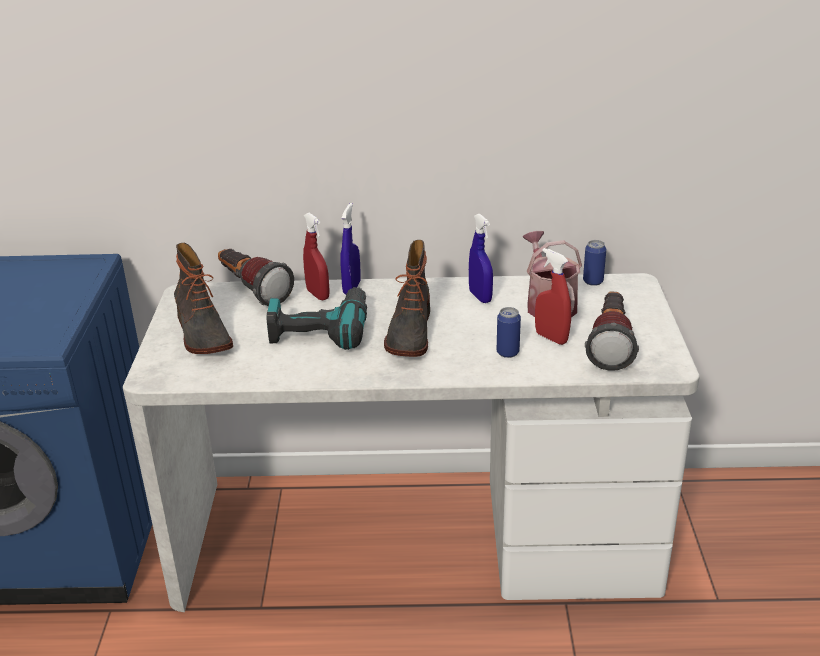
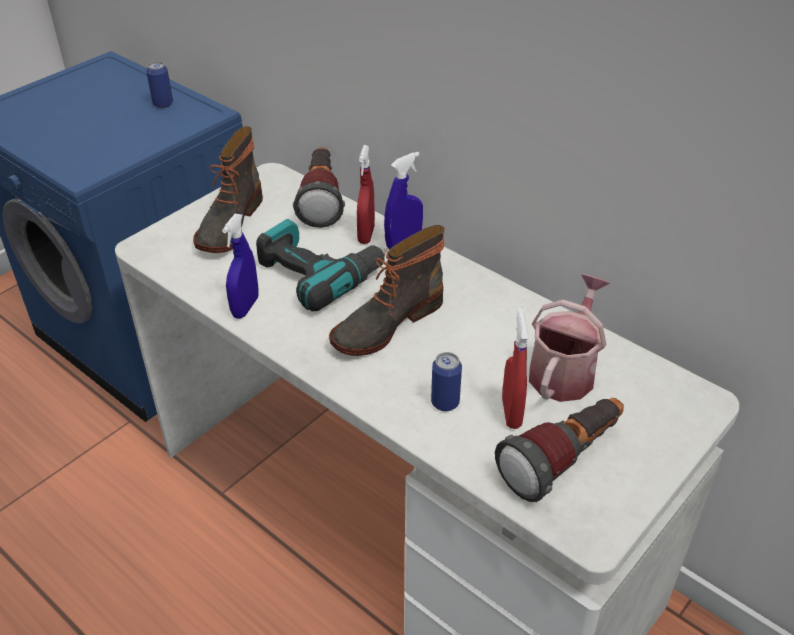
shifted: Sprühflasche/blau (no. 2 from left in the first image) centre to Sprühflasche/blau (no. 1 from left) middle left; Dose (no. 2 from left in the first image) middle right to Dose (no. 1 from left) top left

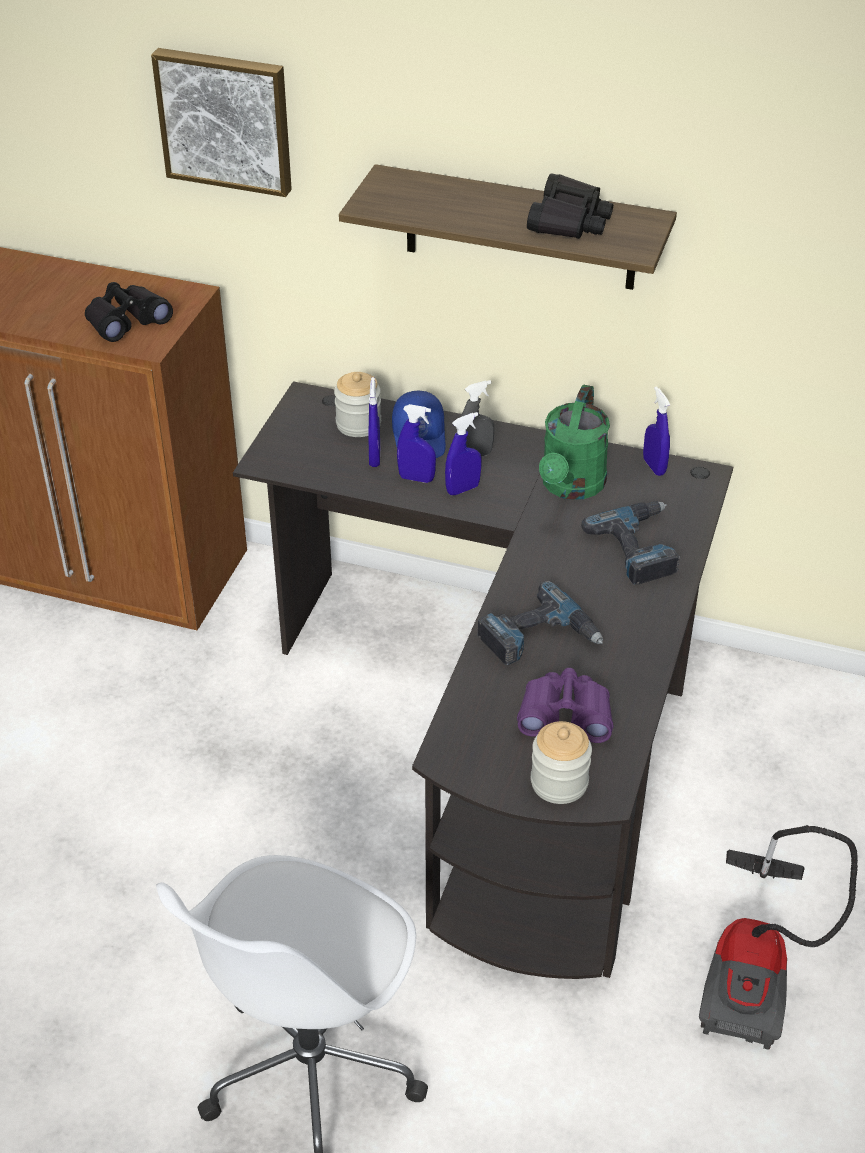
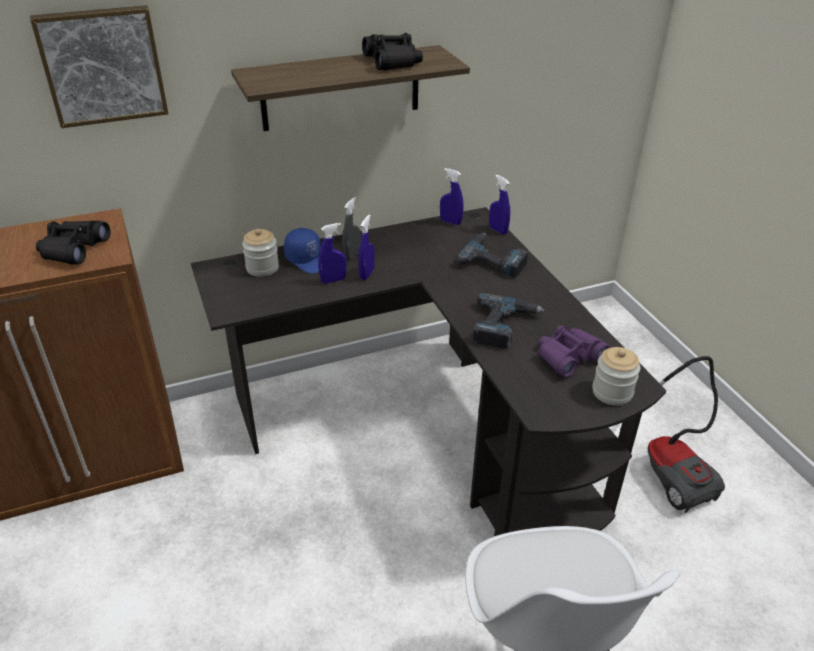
gone: Gießkanne/grün centre
shifted: Sprühflasche/blau (no. 1 from left in the first image) centre to Sprühflasche/blau (no. 4 from left) top centre

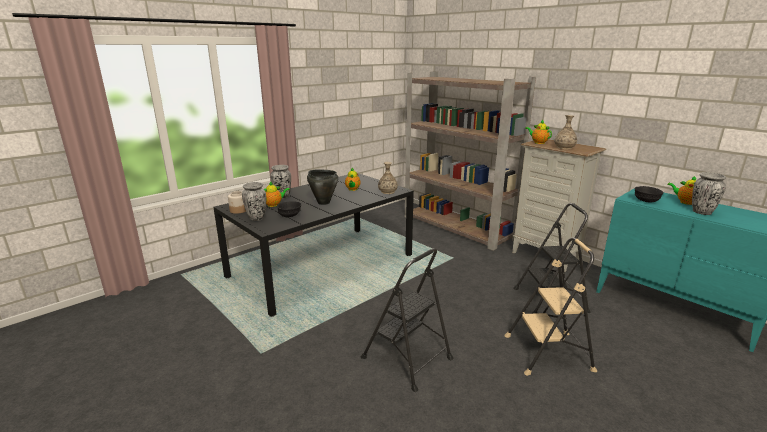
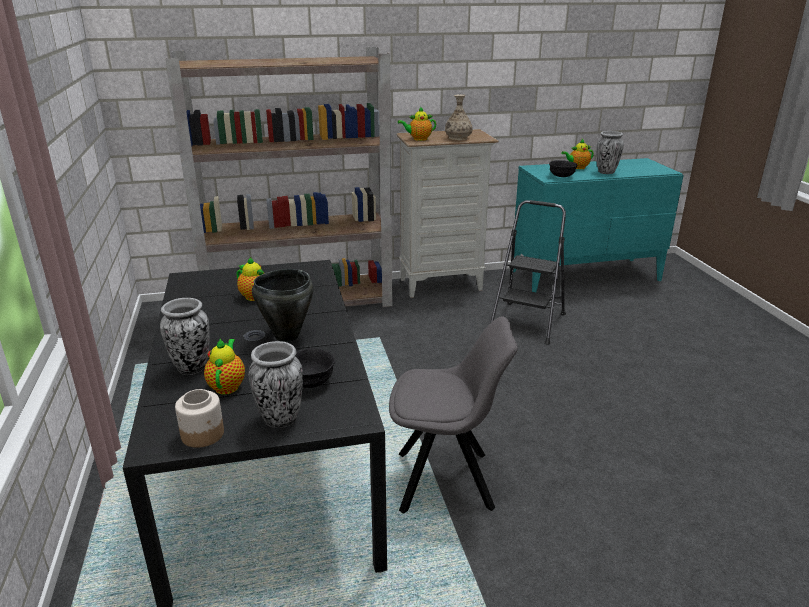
gone: Trittleiter/schwarz (no. 1 from left) bottom centre; Vase (no. 3 from left) centre; Trittleiter/beige bottom right
new: Stuhl/grau bottom centre

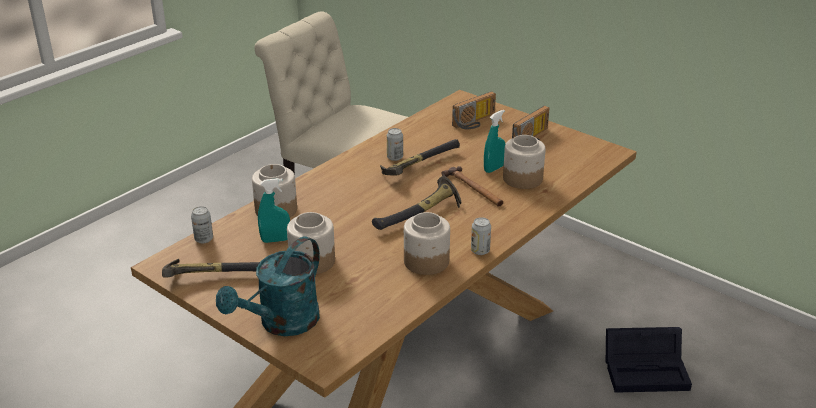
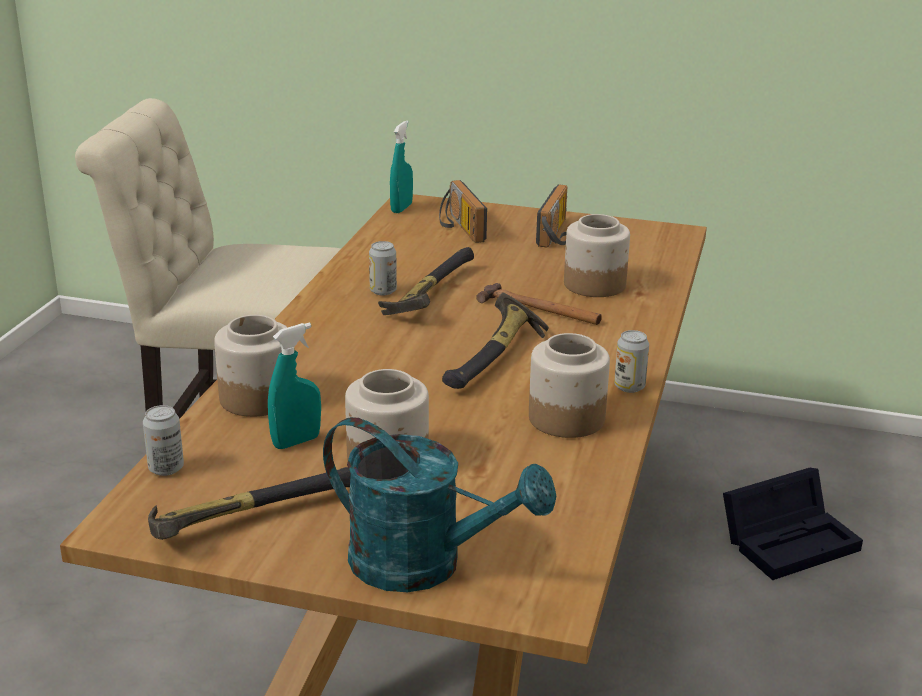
shifted: Sprühflasche/türkis (no. 2 from left) centre to top centre
rotated: Gießkanne/türkis bottom left = bottom centre 75 degrees counterclockwise; Radio (no. 1 from left) top centre = top centre 135 degrees clockwise

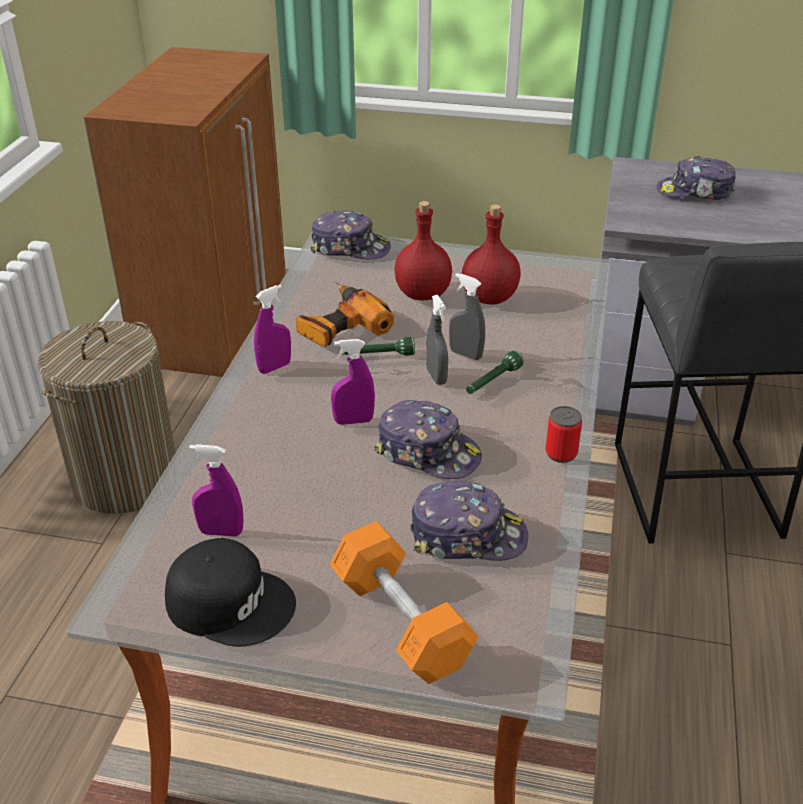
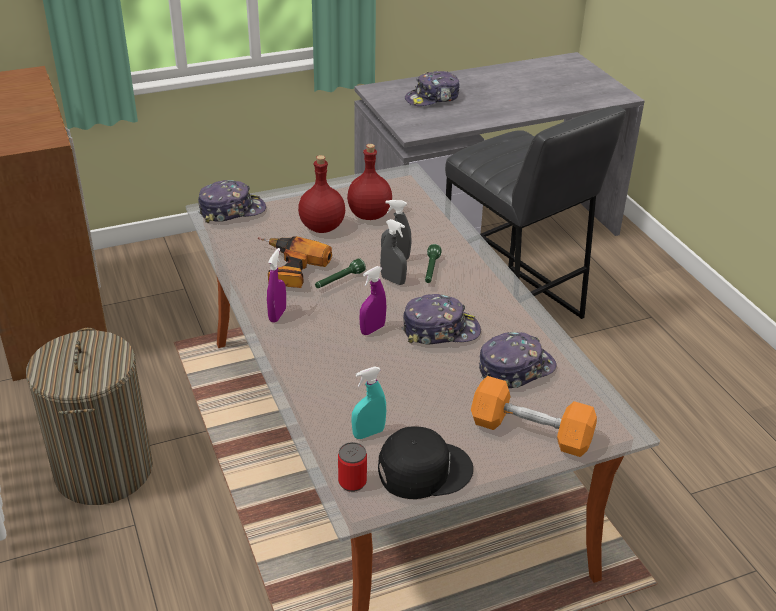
shifted: Dose middle right to bottom centre
repainted: Sprühflasche/lila (no. 1 from left) middle left to Sprühflasche/türkis centre

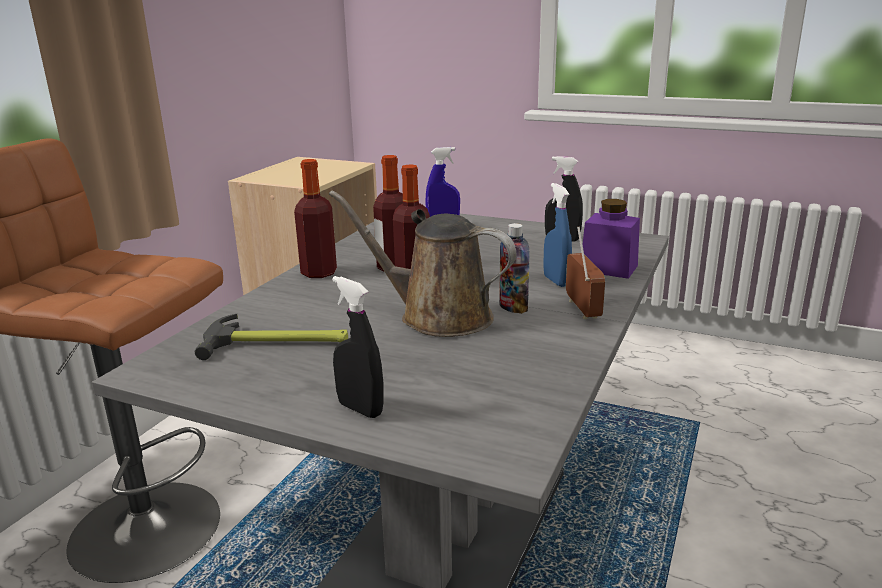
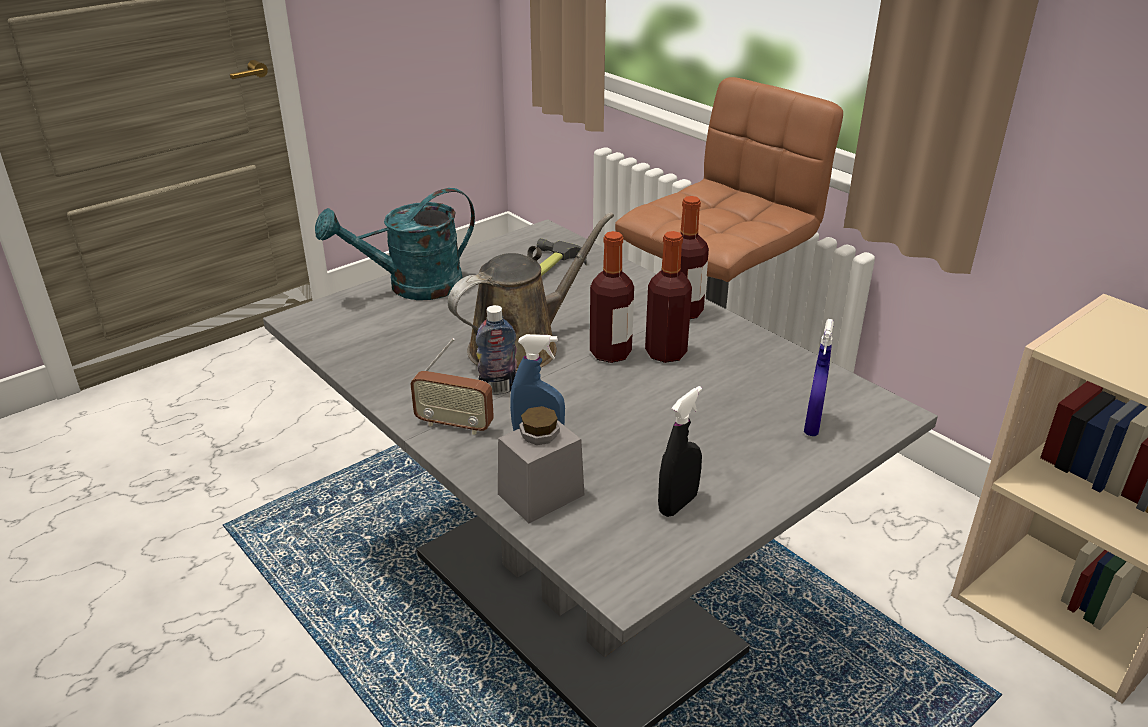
swapped: Sprühflasche/schwarz (no. 1 from left) centre to Gießkanne/türkis centre
repainted: Vorratsglas/lila middle right to Vorratsglas/grau centre

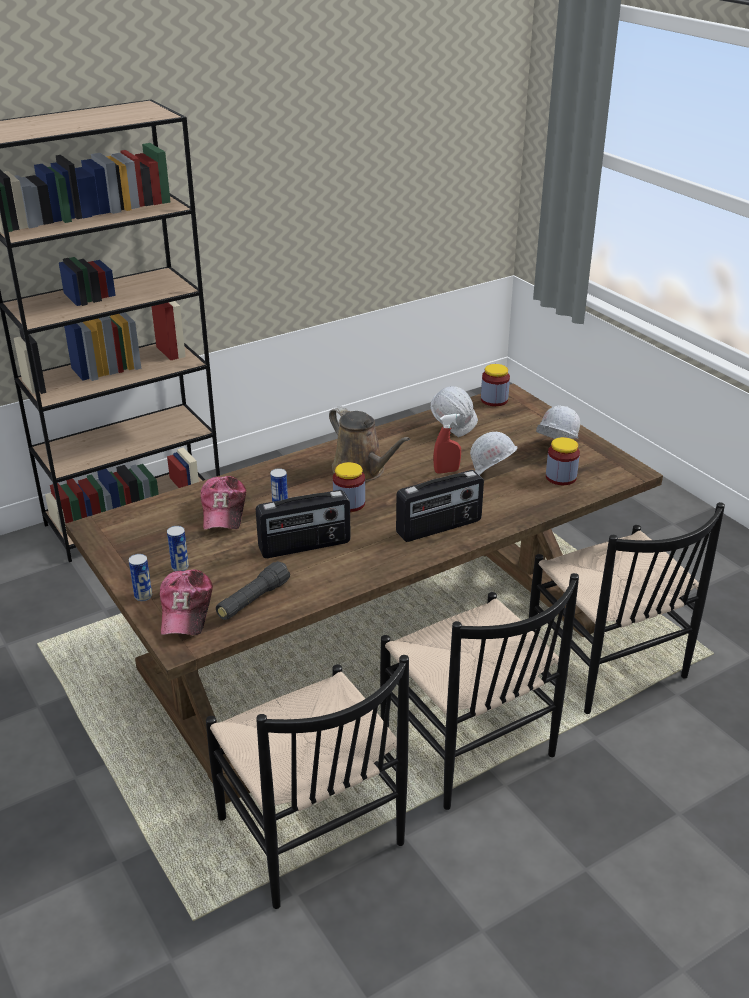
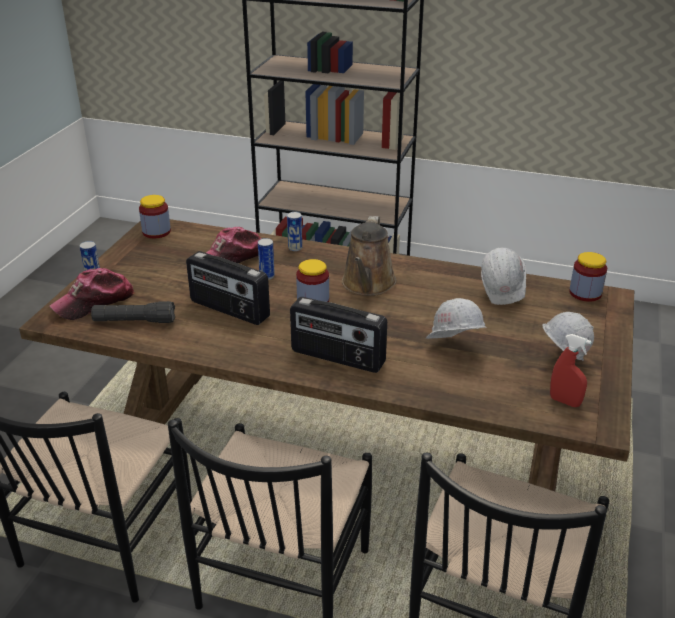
shifted: Dose (no. 2 from left in the first image) middle left to Dose (no. 3 from left) centre; Sprühflasche/rot centre to middle right; Vorratsglas (no. 3 from left in the first image) middle right to Vorratsglas (no. 1 from left) middle left

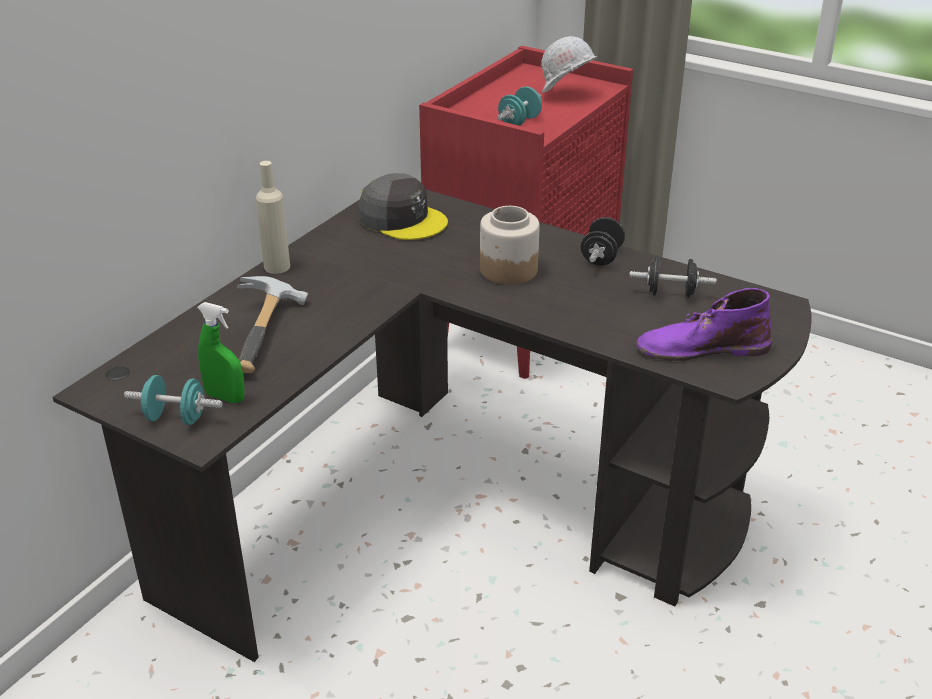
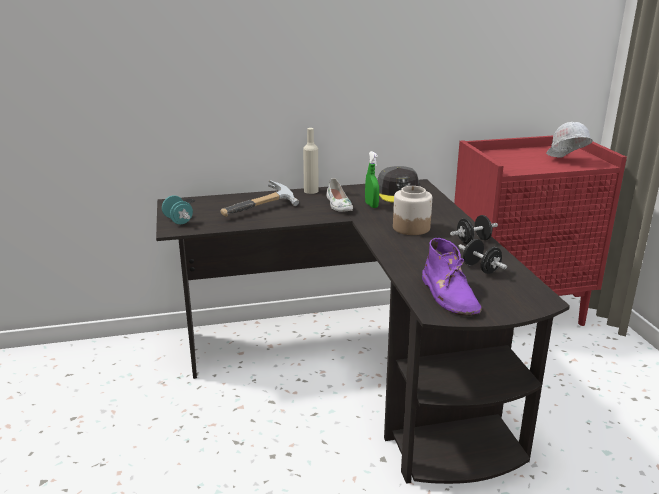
gone: Hantel/türkis (no. 2 from left) top centre
new: Schuh/weiß centre
shifted: Sprühflasche/grün middle left to centre
rotated: Stiefel/lila middle right = middle right 150 degrees counterclockwise

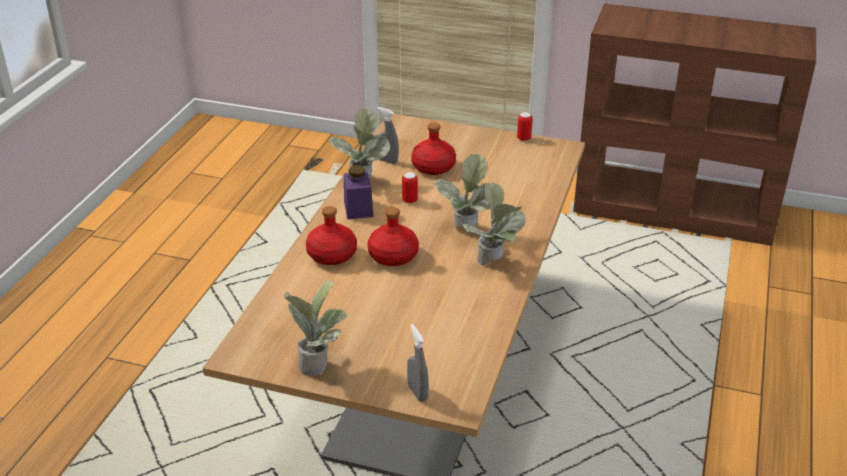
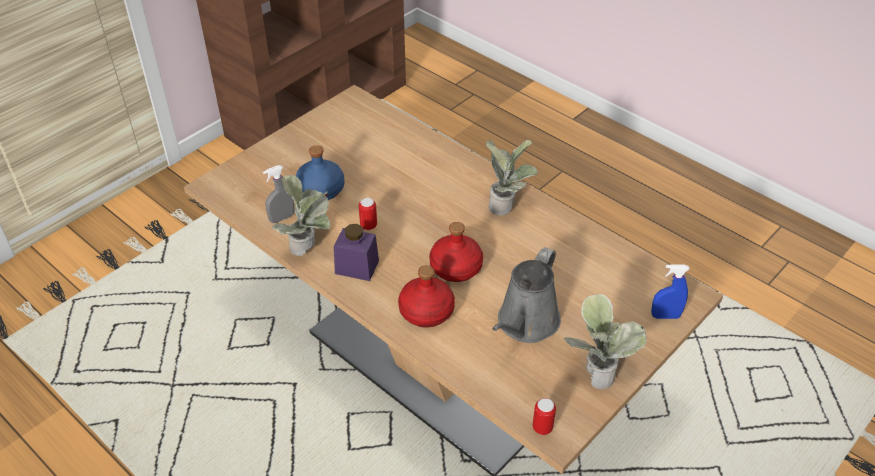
gone: Topfpflanze (no. 3 from left) centre
new: Gießkanne/grau centre
shifted: Dose (no. 2 from left) top centre to bottom centre
repainted: Sprühflasche/grau (no. 2 from left) bottom centre to Sprühflasche/blau middle right; Flasche/rot (no. 3 from left) top centre to Flasche/blau centre

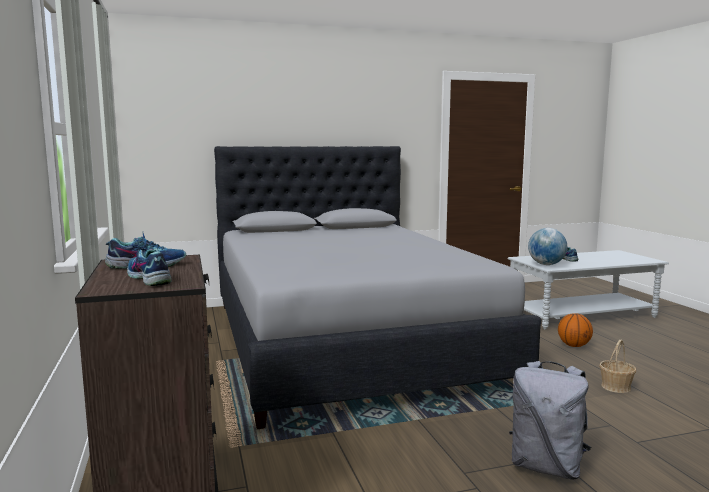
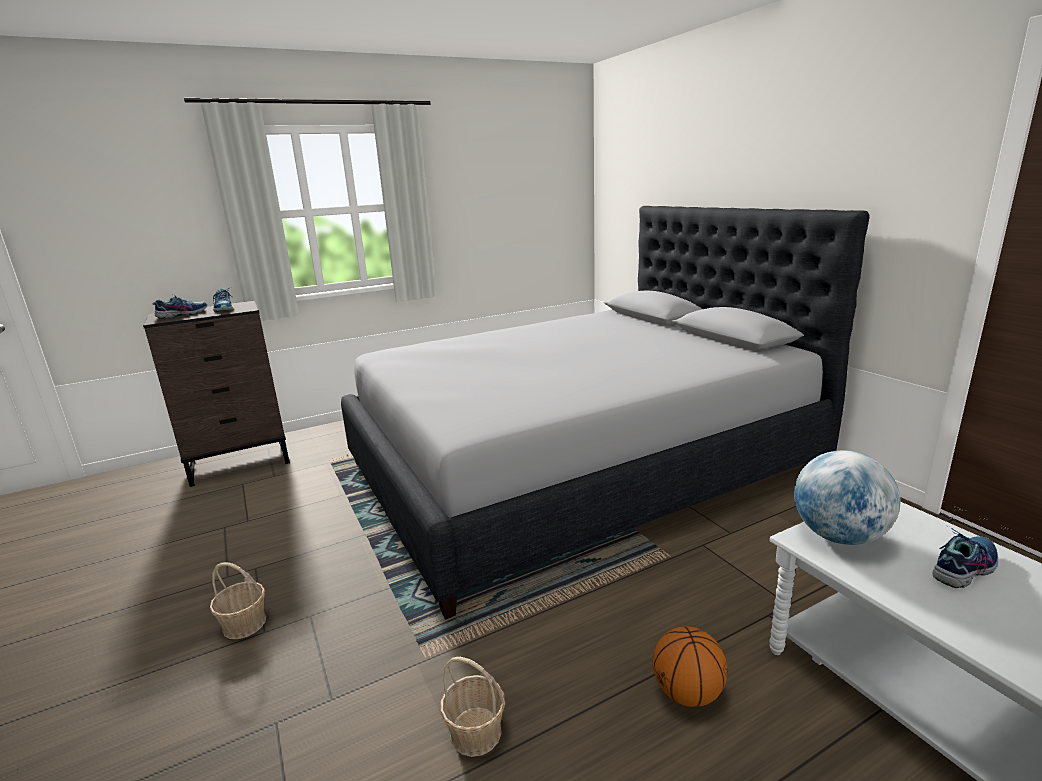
swapped: Rucksack/grau bottom right to Korb (no. 1 from left) bottom left

